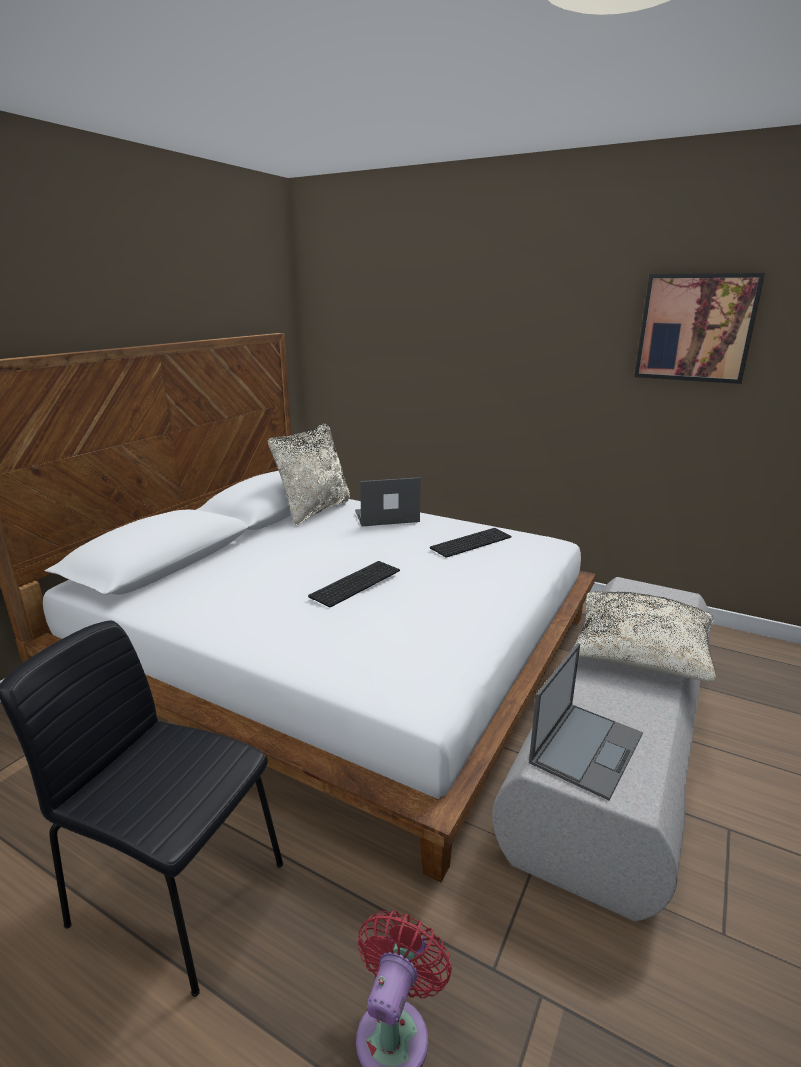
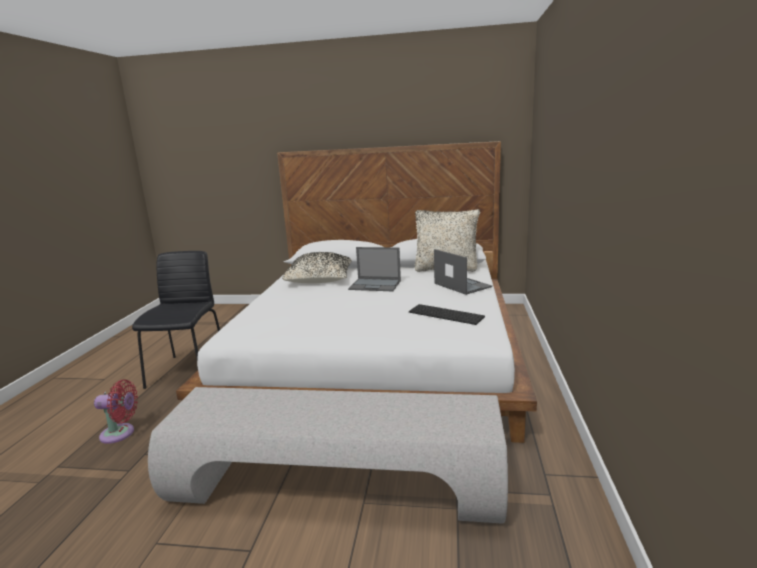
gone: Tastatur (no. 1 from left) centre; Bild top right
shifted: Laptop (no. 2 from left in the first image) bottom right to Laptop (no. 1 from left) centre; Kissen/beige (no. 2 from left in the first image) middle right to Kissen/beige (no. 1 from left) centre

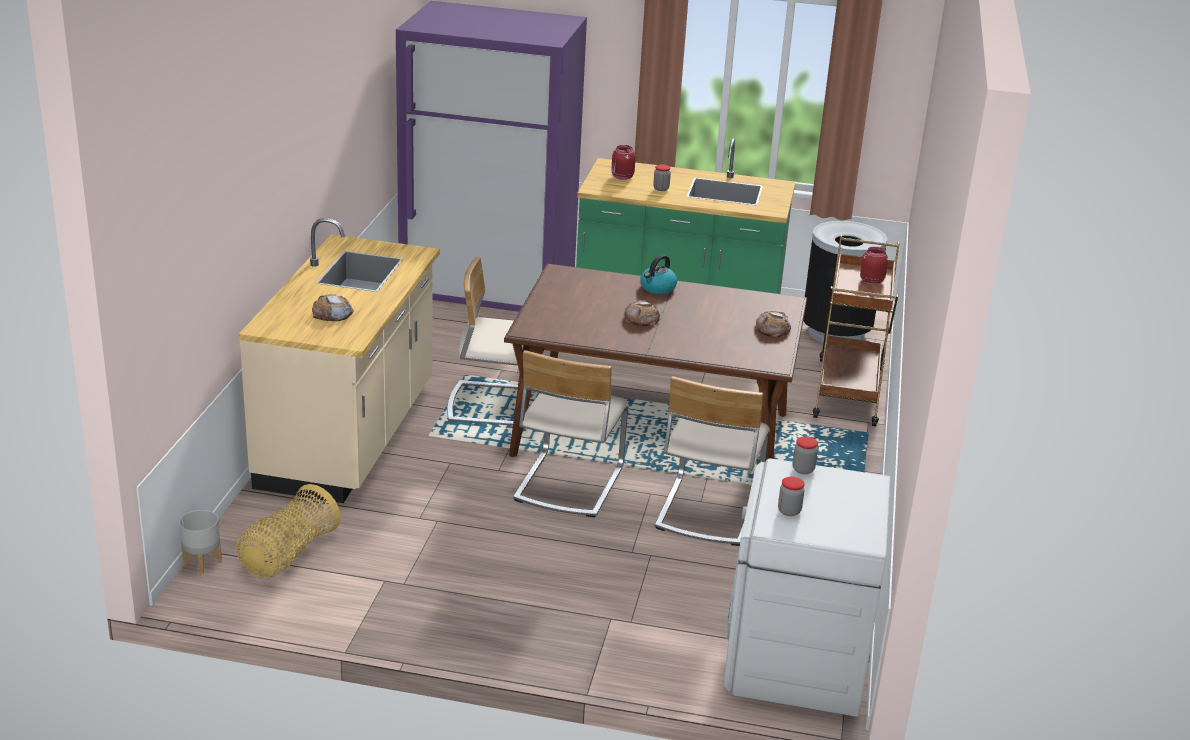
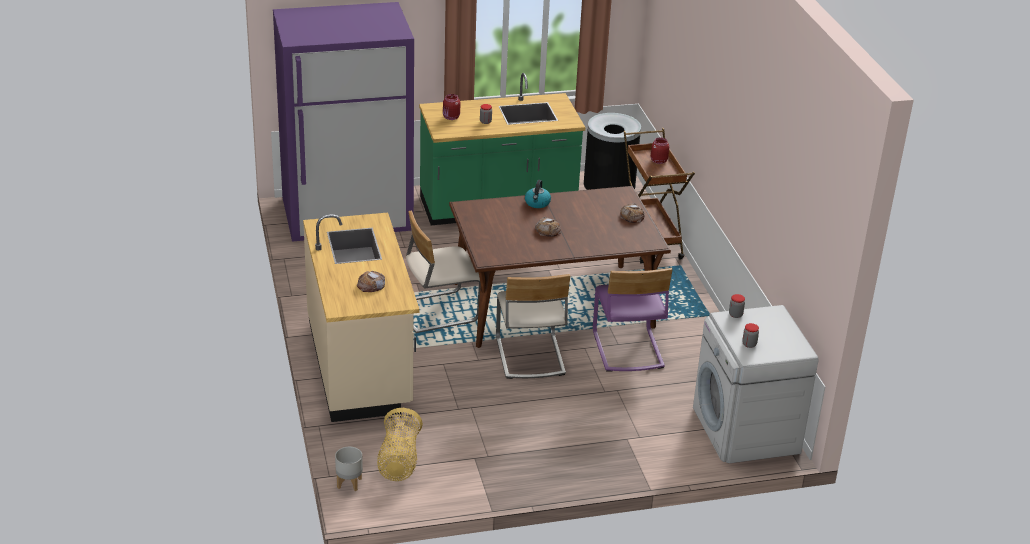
repainted: Stuhl/beige (no. 3 from left) centre to Stuhl/lila centre

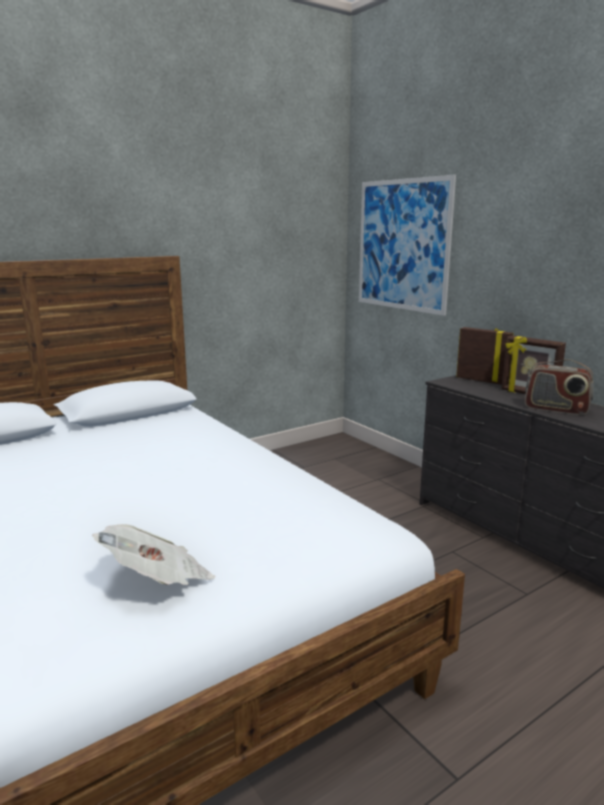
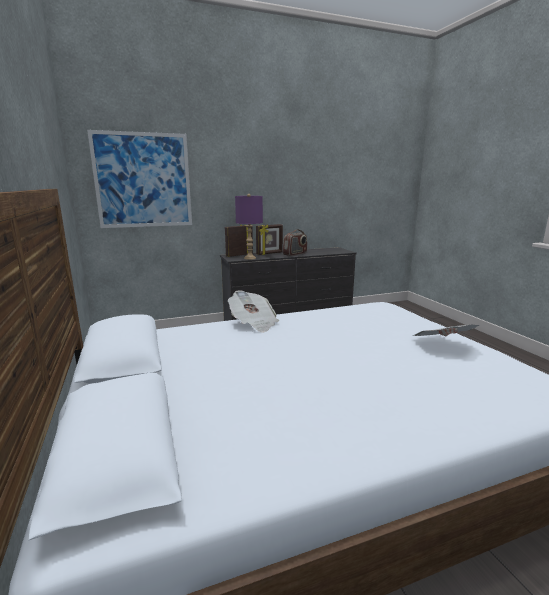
new: Zeitung (no. 1 from left) centre; Tischlampe/lila centre

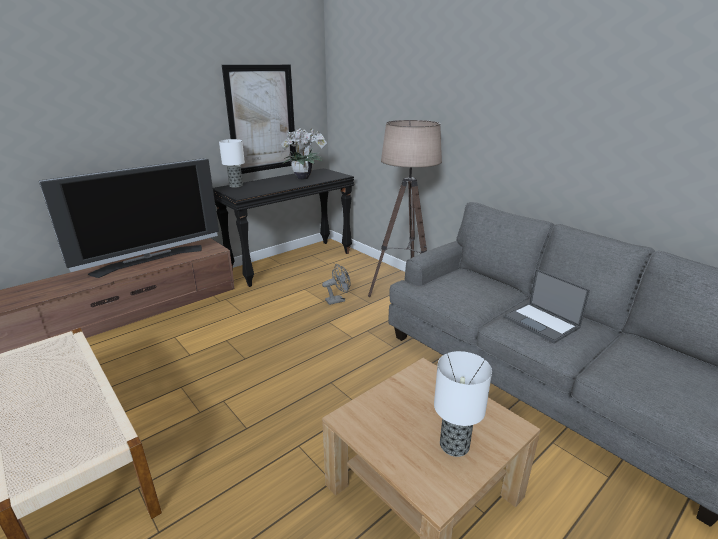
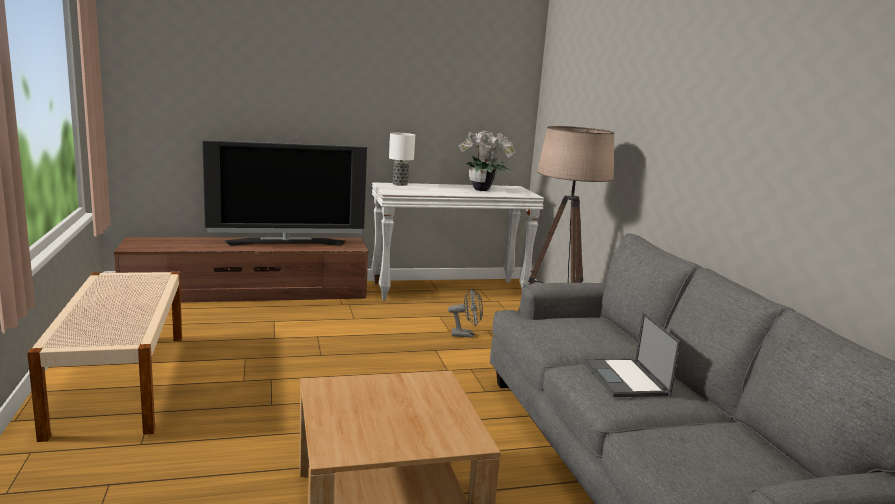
gone: Bild top centre; Tischlampe (no. 2 from left) bottom centre
repainted: Konsolentisch/schwarz centre to Konsolentisch/weiß centre

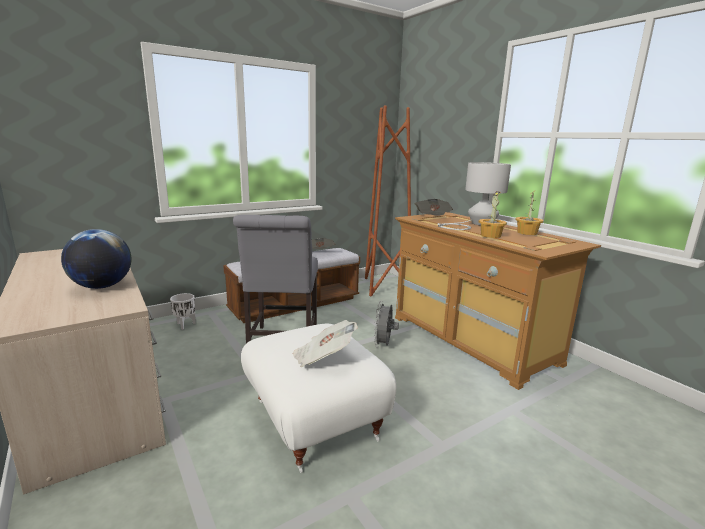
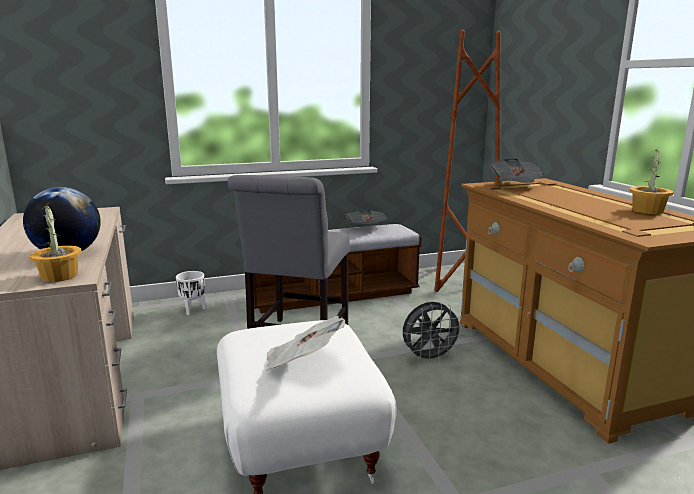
gone: Tischlampe/grau middle right
shifted: Topfpflanze (no. 1 from left) middle right to middle left
rotated: Ventilator/grau centre = bottom centre 135 degrees counterclockwise

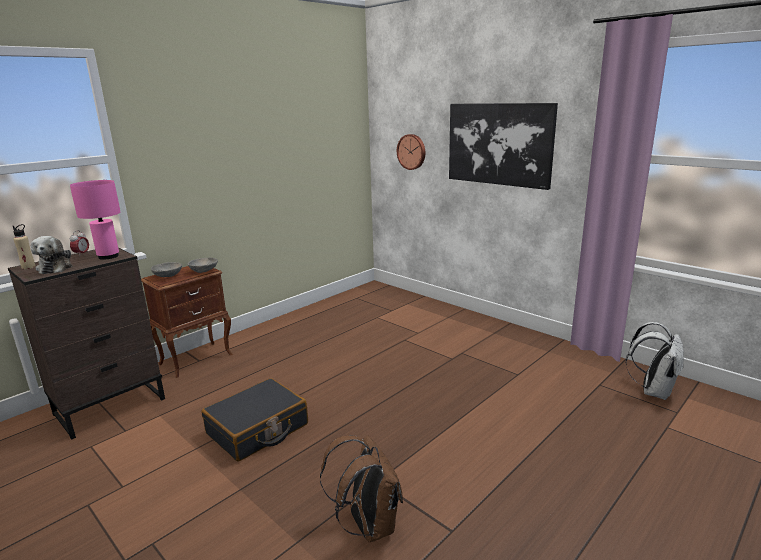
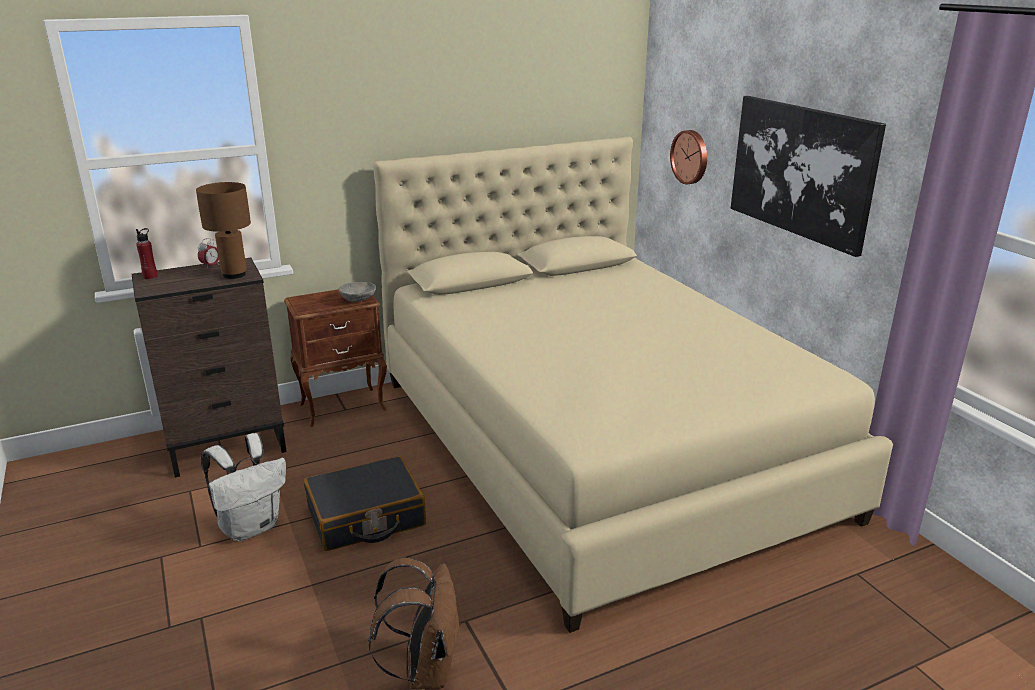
gone: Plüschtier middle left; Schüssel/grau (no. 1 from left) middle left
new: Bett/beige centre
shifted: Rucksack/weiß middle right to bottom left
repainted: Flasche/beige middle left to Flasche/rot middle left; Tischlampe/rosa middle left to Tischlampe/braun middle left

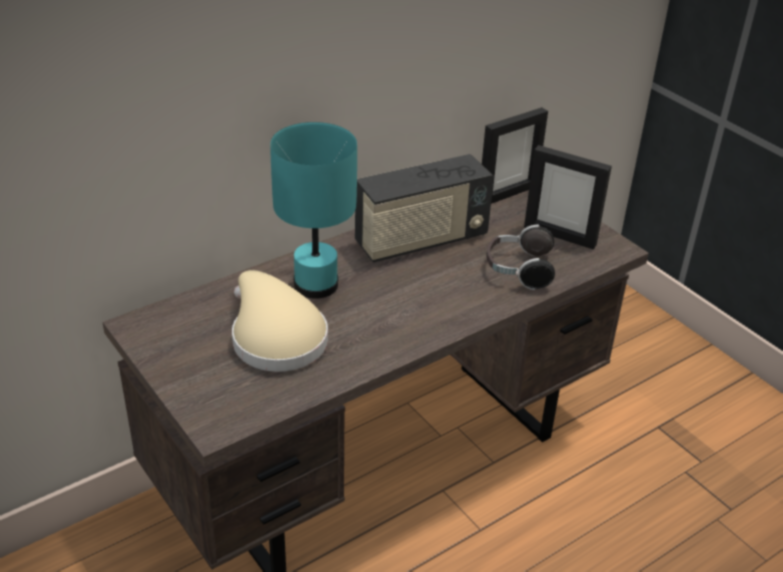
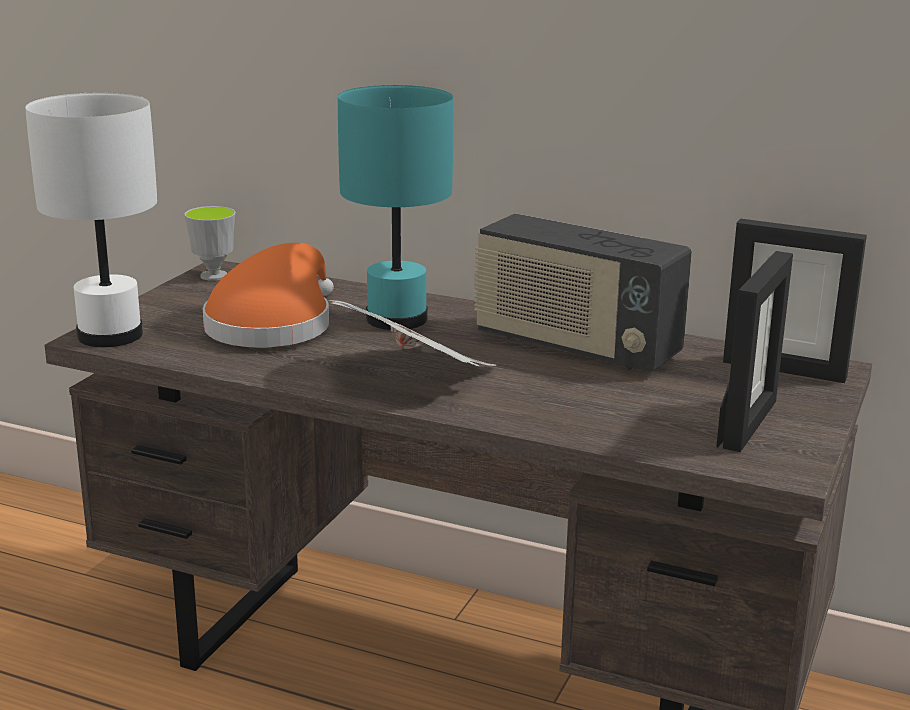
gone: Kopfhörer centre
new: Tischlampe/weiß top left; Tasse middle left; Zeitung centre
repainted: Hut/beige centre to Hut/orange middle left
rotated: Bilderrahmen (no. 2 from left in the first image) middle right = middle right 150 degrees counterclockwise

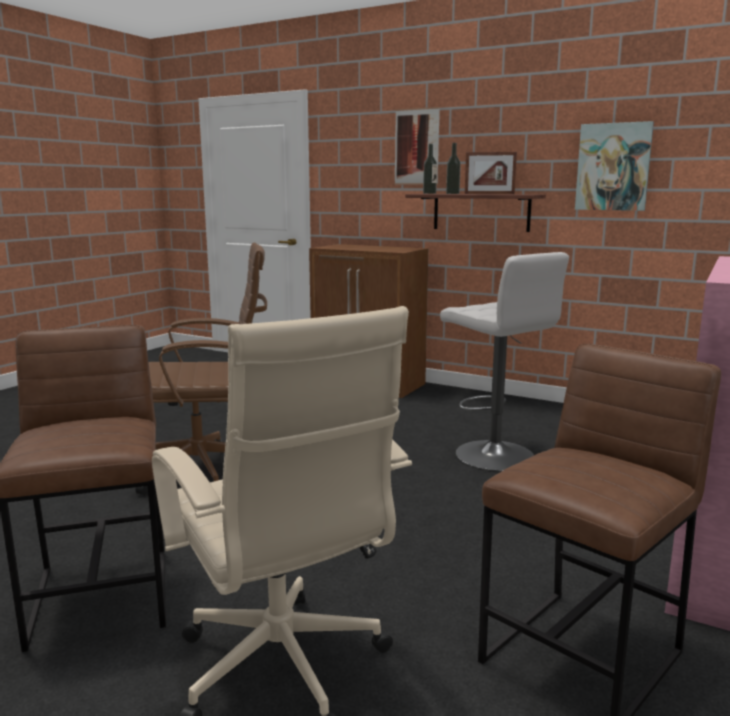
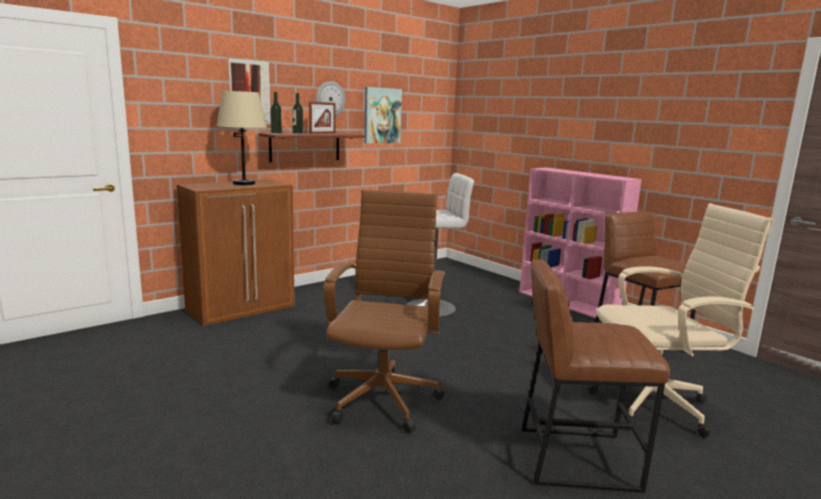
new: Tischlampe/beige top left; Wanduhr top centre

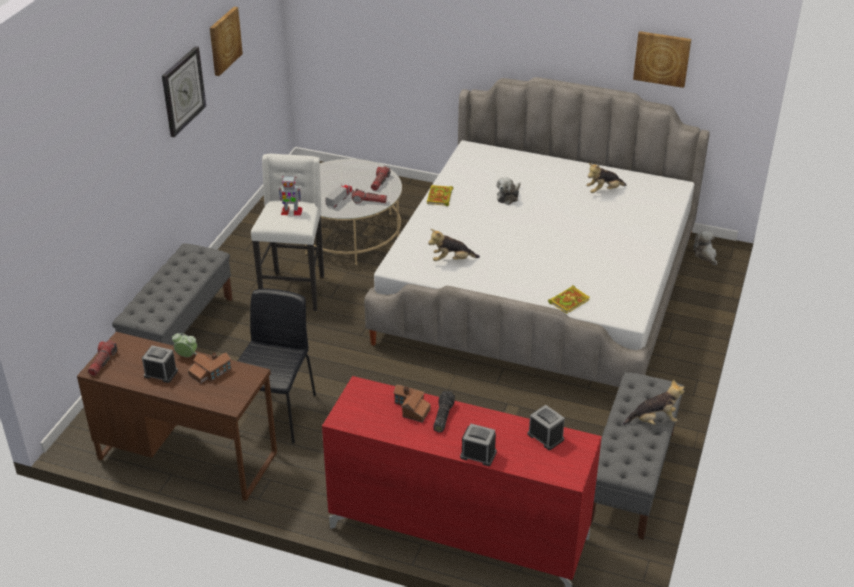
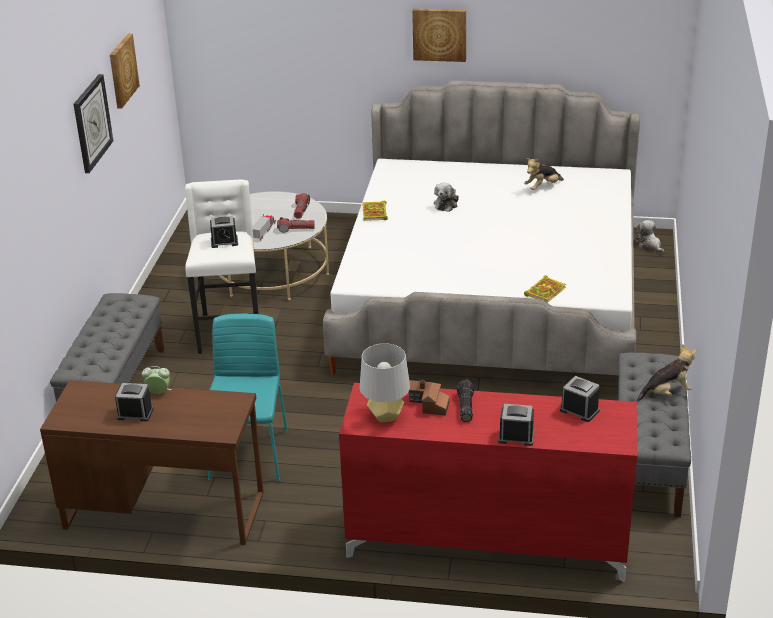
gone: Taschenlampe (no. 1 from left) middle left; Spielzeughaus (no. 1 from left) middle left; Plüschtier (no. 1 from left) centre
new: Tischlampe/grau centre
shifted: Bild (no. 2 from left) top right to top centre
swapped: Spielzeugroboter centre to Wecker (no. 3 from left) middle left
repainted: Stuhl/schwarz middle left to Stuhl/türkis middle left

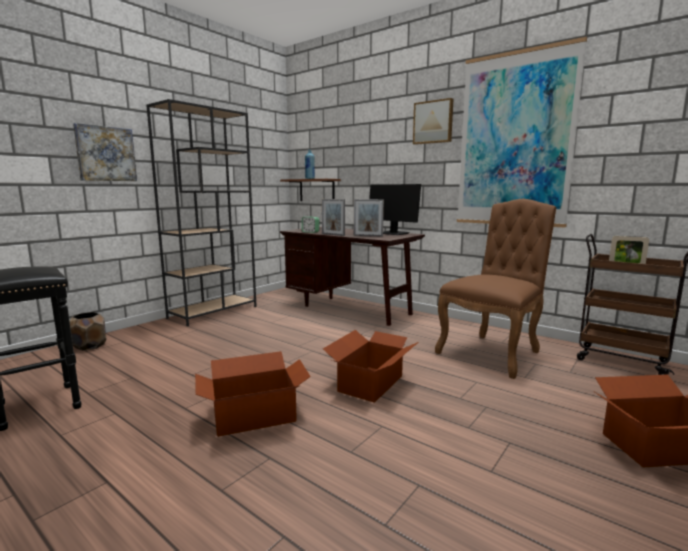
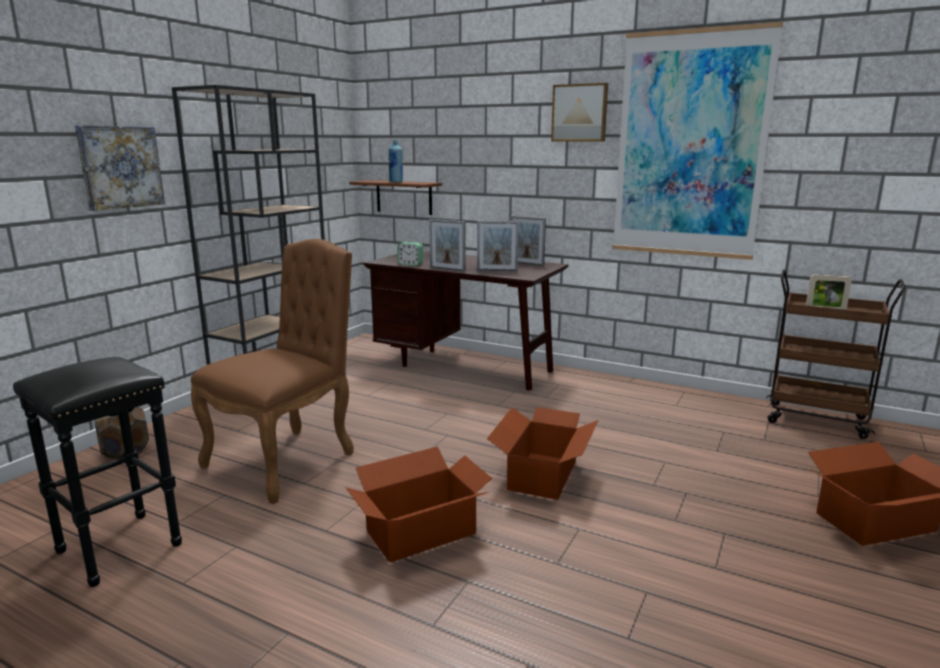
shifted: Stuhl/braun middle right to middle left
swapped: Monitor centre to Bilderrahmen (no. 3 from left) centre

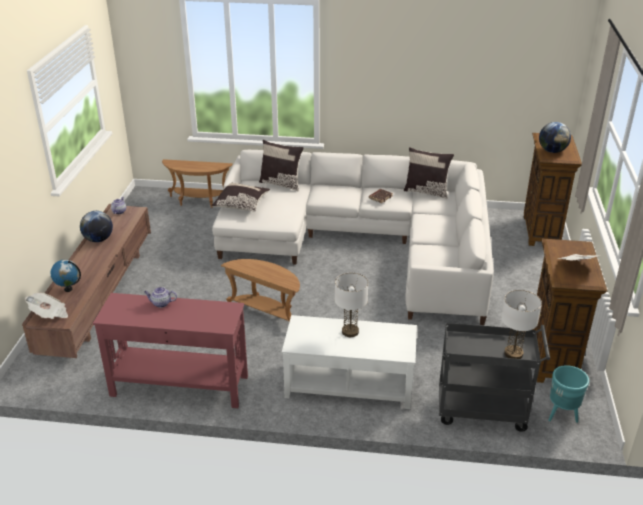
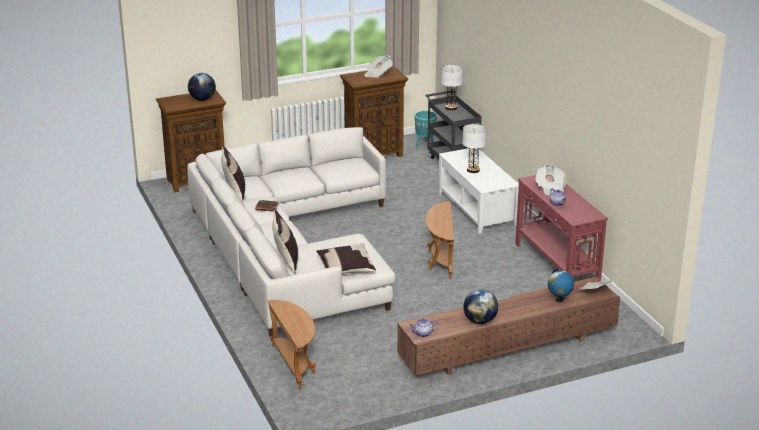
new: Zeitung (no. 2 from left) middle right

